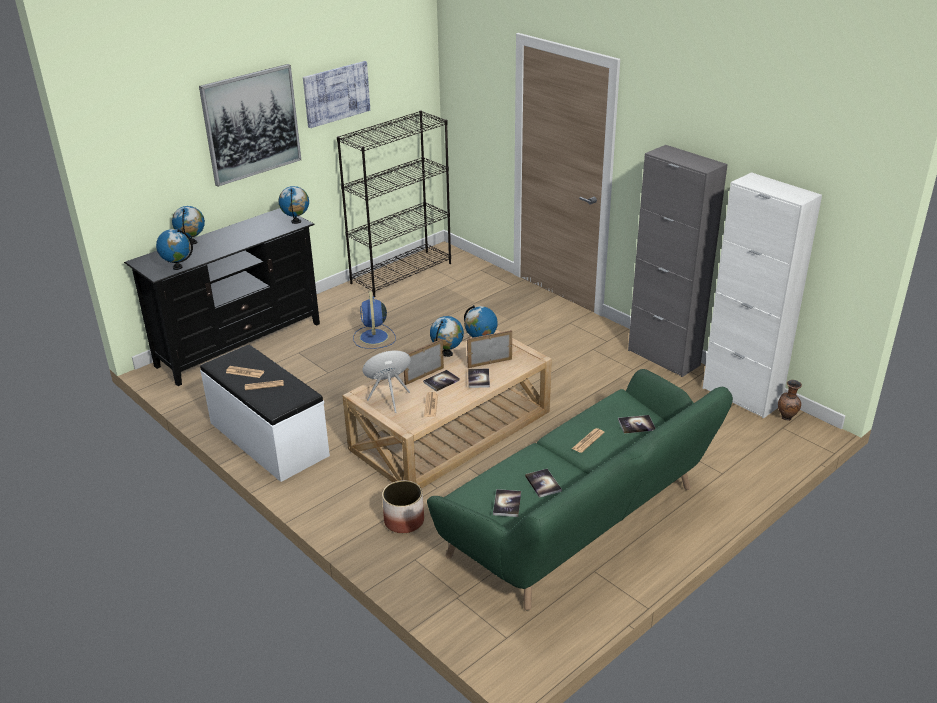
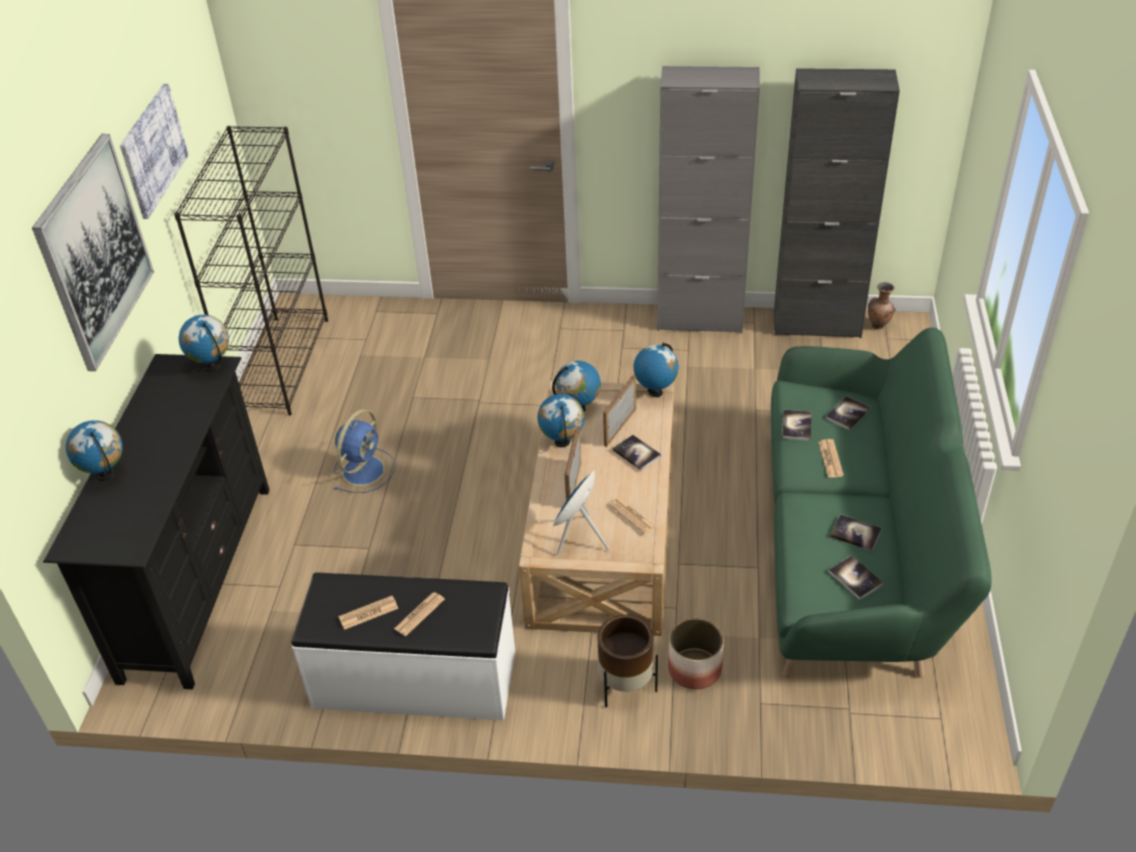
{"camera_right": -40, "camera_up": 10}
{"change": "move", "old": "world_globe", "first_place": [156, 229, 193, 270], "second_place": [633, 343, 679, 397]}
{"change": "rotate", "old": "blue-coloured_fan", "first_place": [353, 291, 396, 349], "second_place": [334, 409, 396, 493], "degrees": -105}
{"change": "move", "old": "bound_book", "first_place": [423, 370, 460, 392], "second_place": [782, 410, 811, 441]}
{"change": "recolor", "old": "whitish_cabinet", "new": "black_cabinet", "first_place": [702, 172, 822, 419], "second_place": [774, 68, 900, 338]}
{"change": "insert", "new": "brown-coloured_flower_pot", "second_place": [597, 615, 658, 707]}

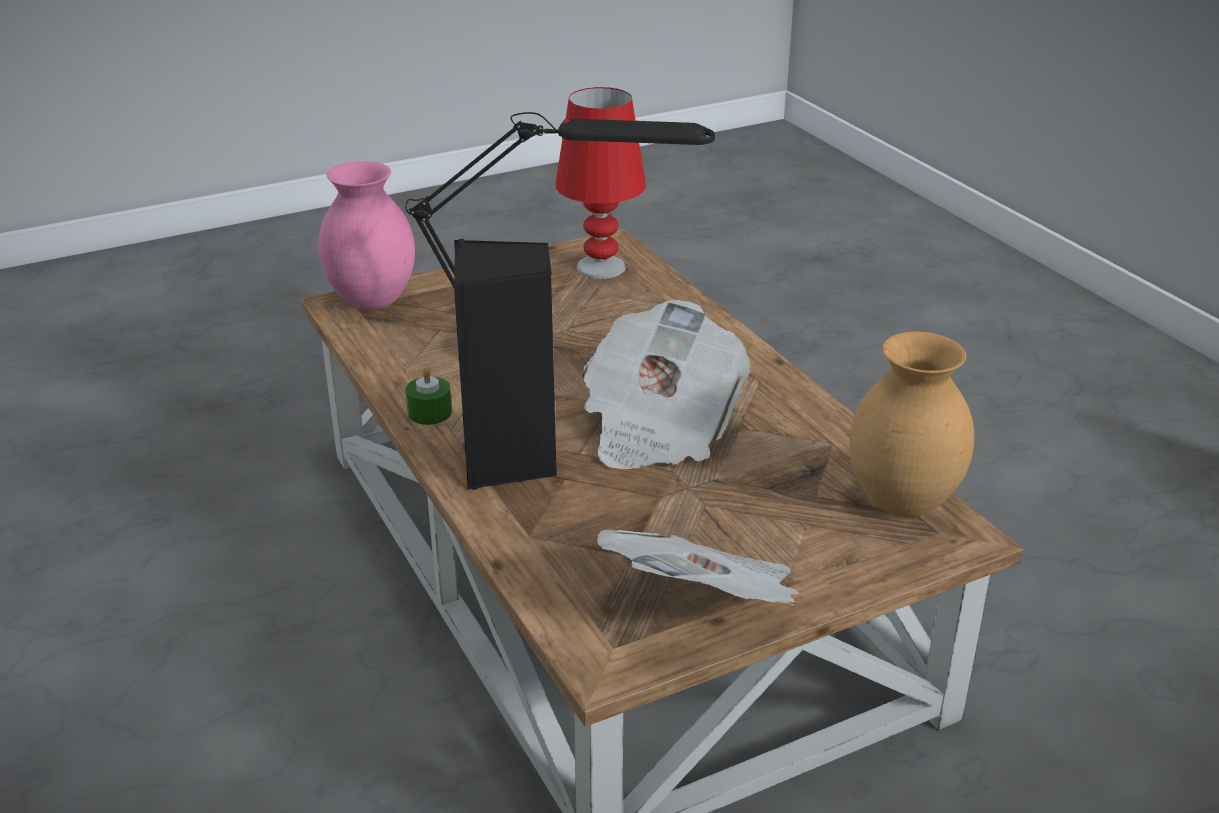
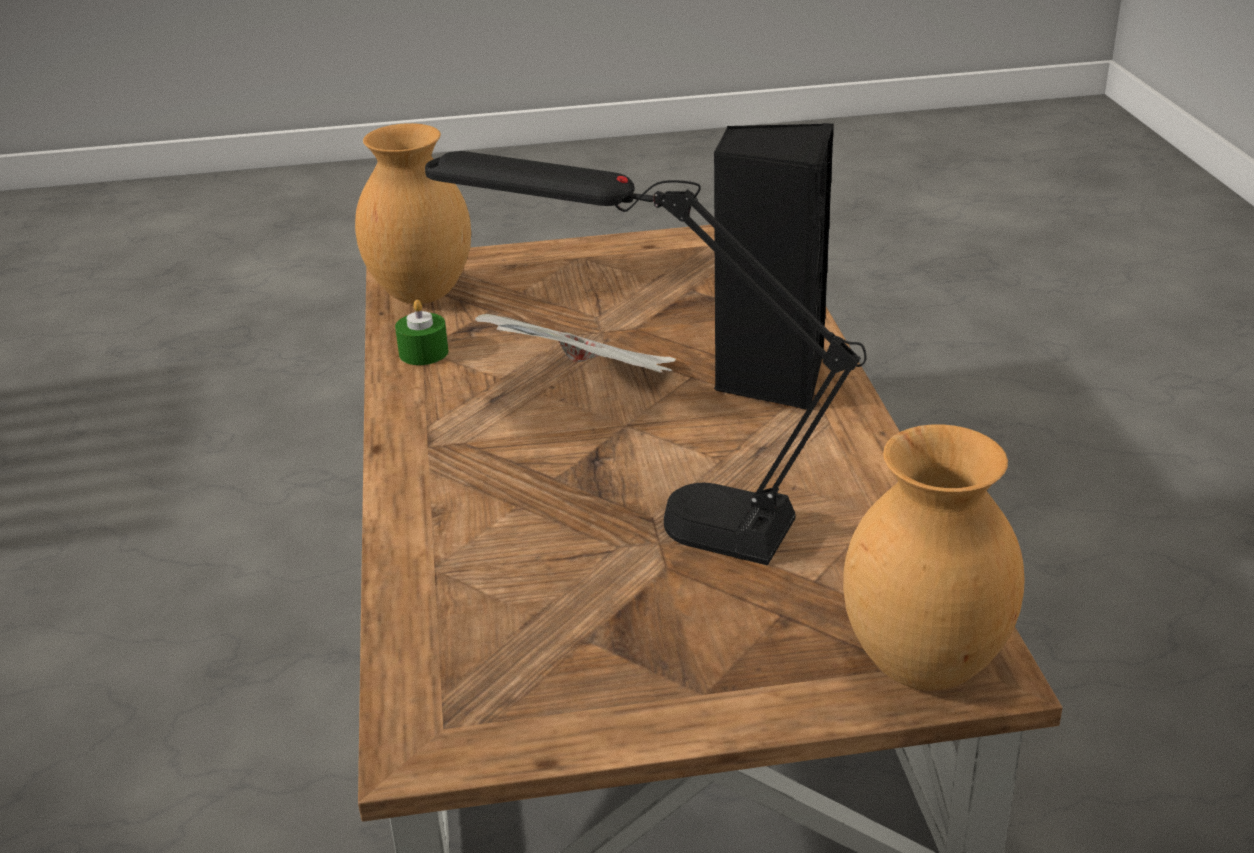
{"camera_right": -160, "camera_up": 0}
{"change": "recolor", "old": "pink_decorative_vase", "new": "brown-coloured_decorative_vase", "first_place": [318, 161, 415, 310], "second_place": [843, 424, 1025, 691]}
{"change": "move", "old": "green-coloured_wax_candle", "first_place": [406, 367, 452, 425], "second_place": [395, 300, 449, 365]}
{"change": "delete", "old": "reddish_tabletop_lamp", "first_place": [555, 87, 646, 279]}
{"change": "delete", "old": "daily_paper", "first_place": [597, 530, 799, 605]}

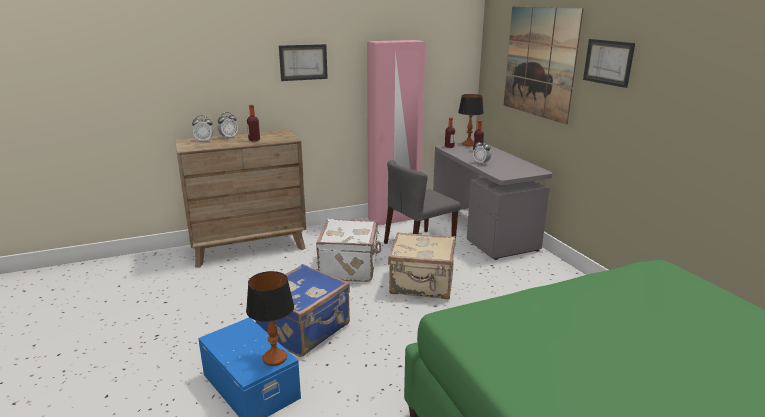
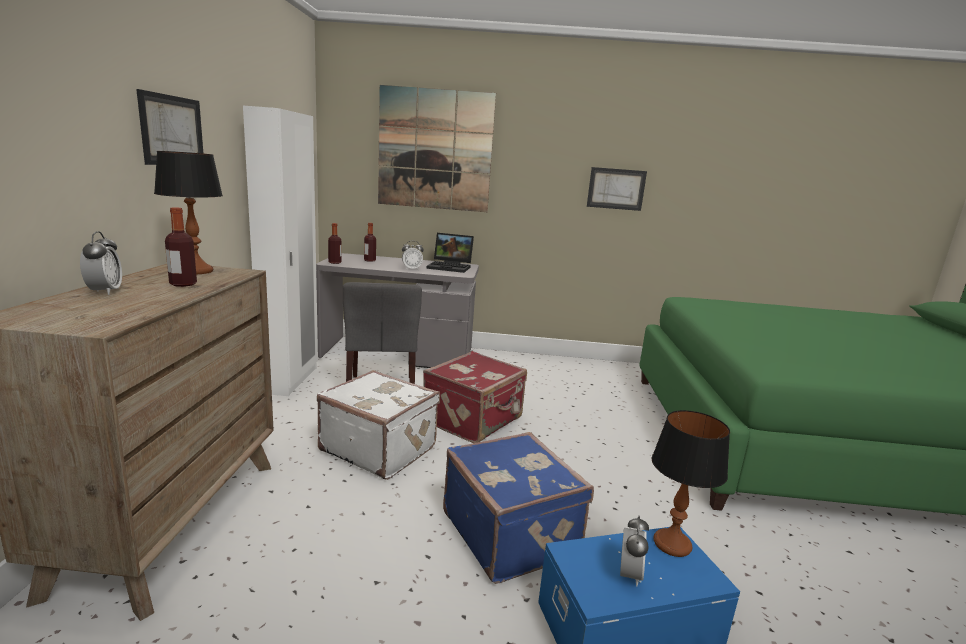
{"camera_right": -65, "camera_up": -5}
{"change": "move", "old": "bedside_clock", "first_place": [192, 115, 213, 142], "second_place": [620, 516, 649, 586]}
{"change": "recolor", "old": "pink_armoire", "new": "whitish_armoire", "first_place": [367, 40, 425, 225], "second_place": [243, 106, 318, 396]}
{"change": "recolor", "old": "beige-coloured_suitcase", "new": "reddish_suitcase", "first_place": [388, 232, 455, 299], "second_place": [423, 351, 527, 443]}
{"change": "move", "old": "tabletop_lamp", "first_place": [458, 94, 484, 146], "second_place": [154, 151, 223, 274]}
{"change": "move", "old": "wall_art", "first_place": [583, 39, 635, 88], "second_place": [587, 167, 647, 211]}
{"change": "insert", "new": "notebook_computer", "second_place": [427, 233, 474, 273]}

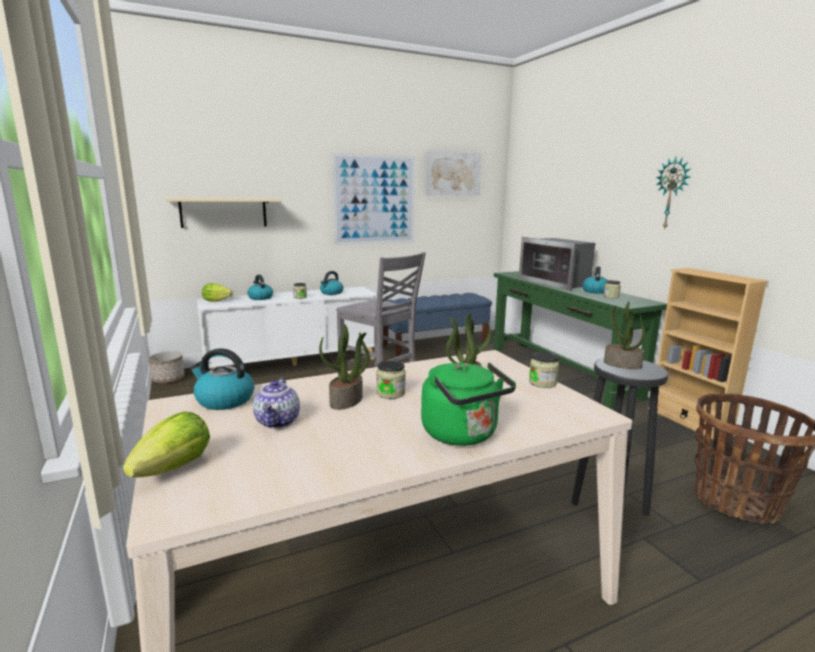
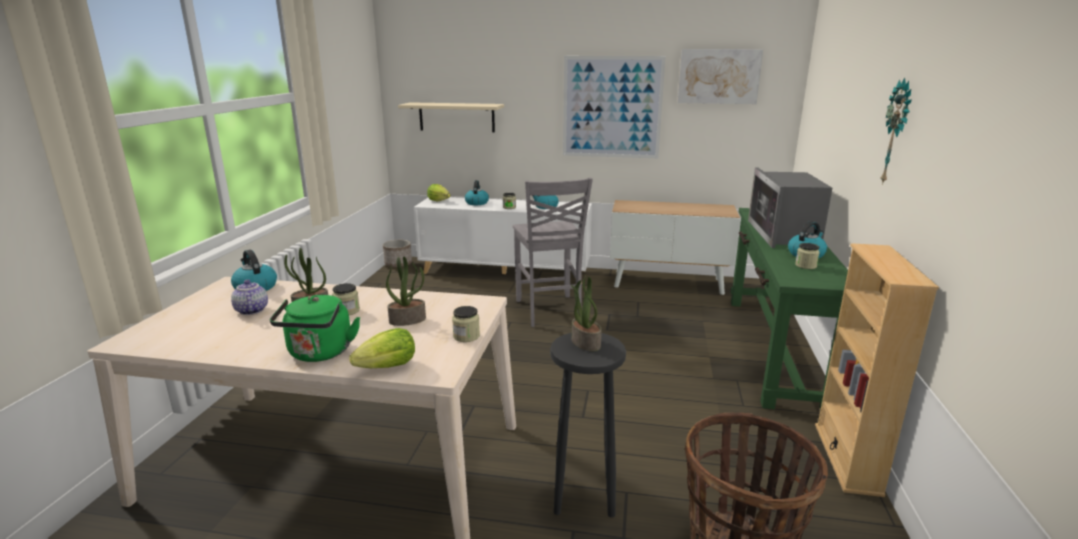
{"camera_right": 35, "camera_up": 5}
{"change": "move", "old": "lettuce", "first_place": [123, 411, 210, 478], "second_place": [349, 328, 415, 368]}
{"change": "rotate", "old": "teapot", "first_place": [253, 377, 300, 429], "second_place": [231, 279, 268, 315], "degrees": 120}
{"change": "replace", "old": "blue-coloured_long_seat", "new": "cabinet", "first_place": [383, 293, 492, 357], "second_place": [610, 200, 740, 295]}

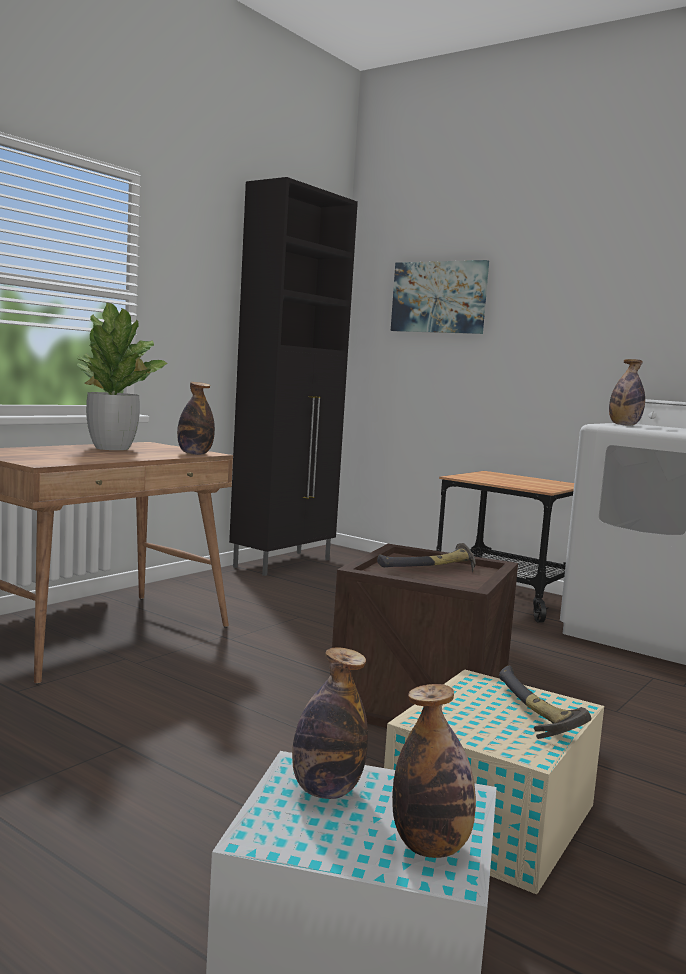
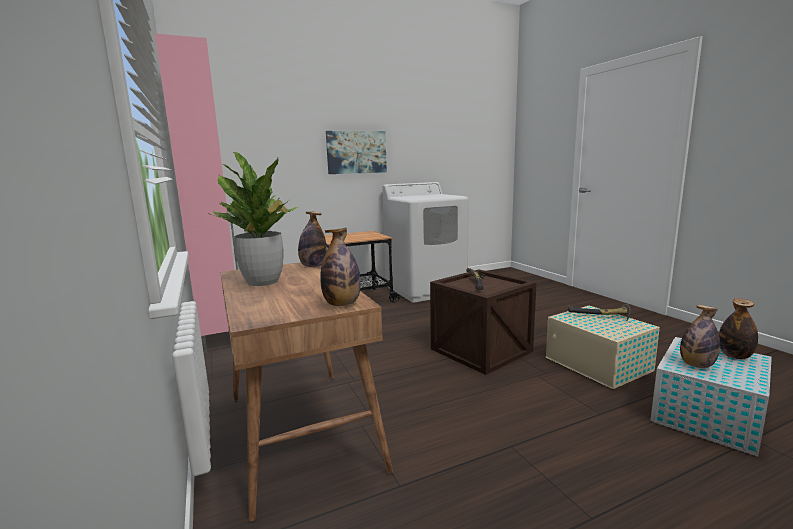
{"camera_right": -60, "camera_up": 5}
{"change": "recolor", "old": "black_cabinet", "new": "pink_cabinet", "first_place": [229, 177, 358, 576], "second_place": [155, 34, 238, 353]}
{"change": "move", "old": "wall_art", "first_place": [391, 260, 489, 334], "second_place": [326, 131, 387, 174]}
{"change": "move", "old": "beverage_bottle", "first_place": [609, 359, 645, 426], "second_place": [320, 228, 361, 306]}

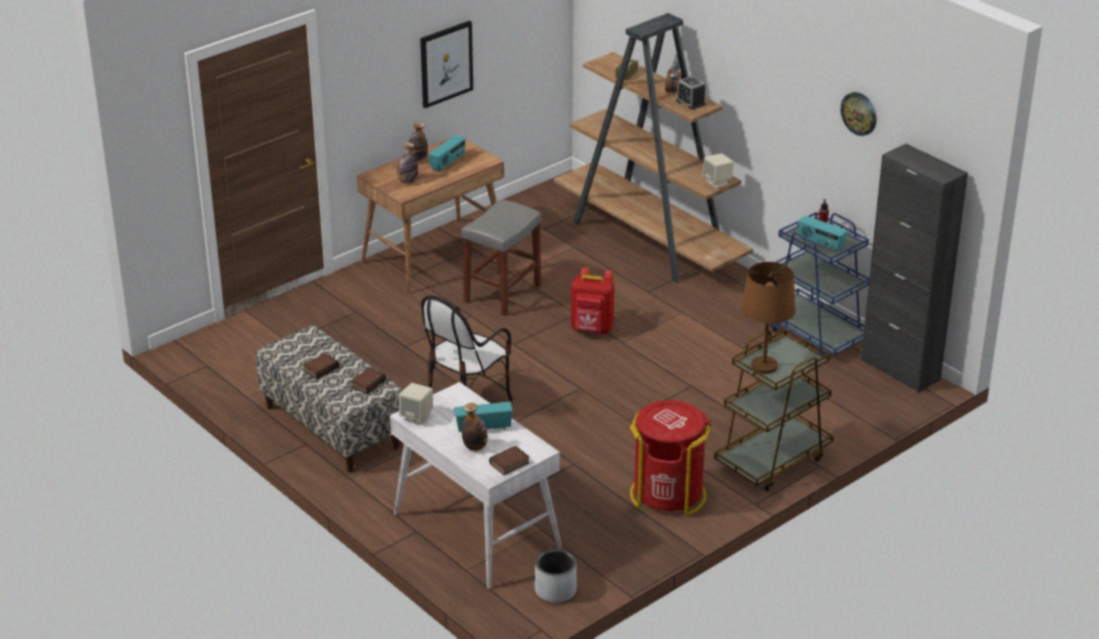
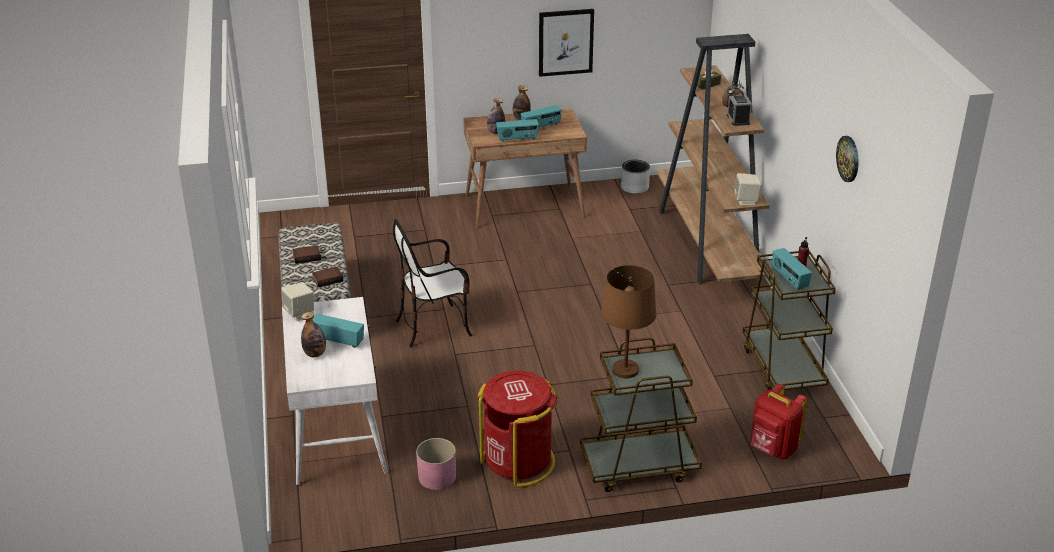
{"camera_right": 30, "camera_up": 0}
{"change": "delete", "old": "grey_stool", "first_place": [461, 199, 541, 316]}
{"change": "delete", "old": "bound_book", "first_place": [489, 446, 530, 475]}
{"change": "move", "old": "grey_flower_pot", "first_place": [535, 549, 577, 603], "second_place": [621, 160, 650, 194]}
{"change": "move", "old": "reddish_backpack", "first_place": [571, 267, 615, 334], "second_place": [751, 384, 807, 460]}
{"change": "recolor", "old": "blue-coloured_trolley", "new": "brown-coloured_trolley", "first_place": [770, 212, 869, 356], "second_place": [743, 250, 836, 390]}
{"change": "delete", "old": "black_cabinet", "first_place": [861, 144, 968, 393]}
{"change": "insert", "new": "pink_flower_pot", "second_place": [416, 438, 456, 490]}
{"change": "insert", "new": "radio_set", "second_place": [496, 119, 539, 142]}

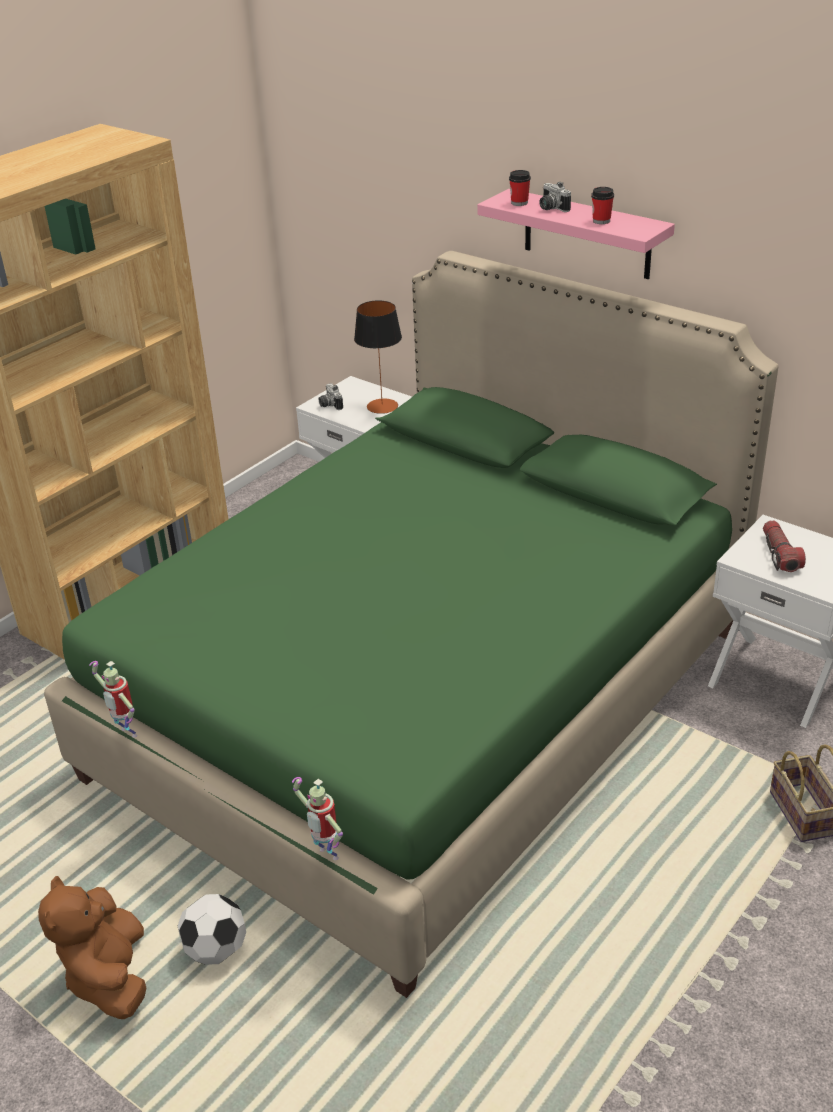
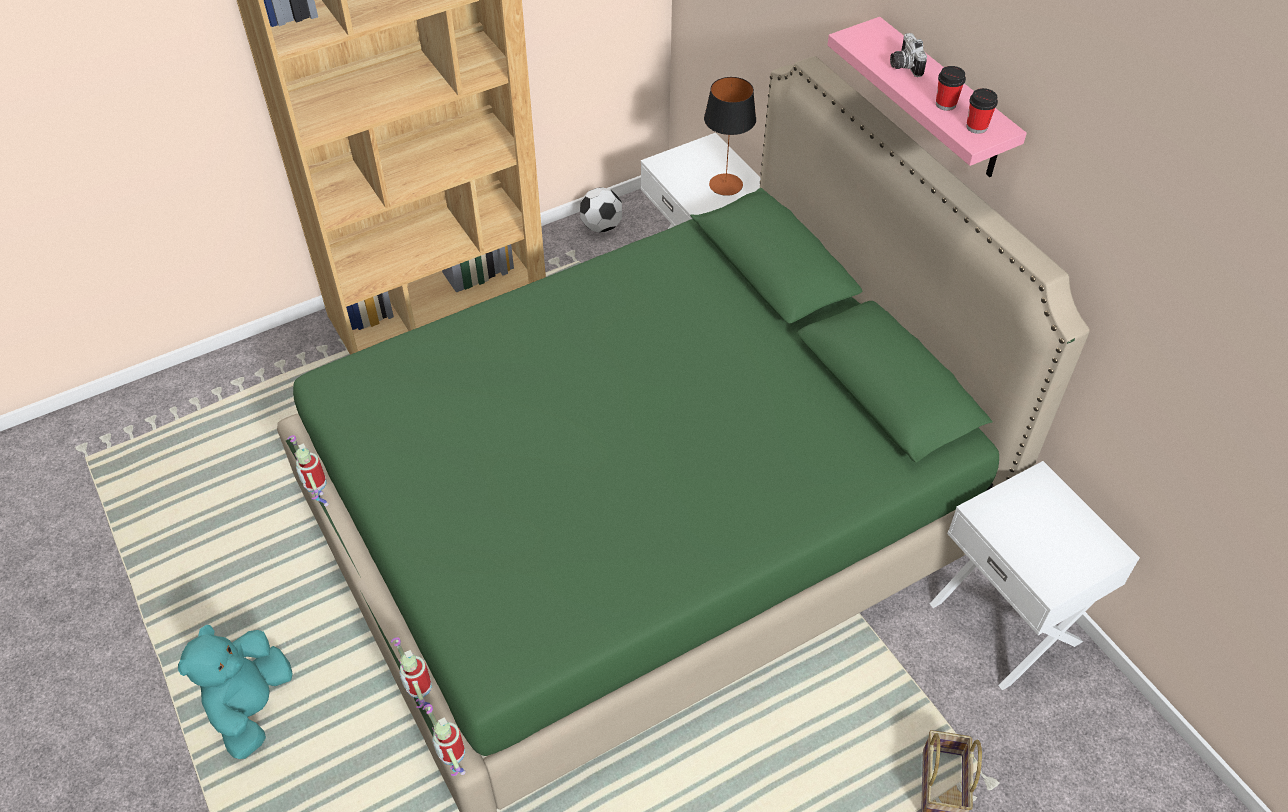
{"camera_right": 20, "camera_up": 15}
{"change": "recolor", "old": "brown-coloured_cuddly_toy", "new": "turquoise_cuddly_toy", "first_place": [38, 876, 146, 1019], "second_place": [178, 625, 292, 759]}
{"change": "move", "old": "football_ball", "first_place": [178, 894, 246, 965], "second_place": [580, 187, 622, 233]}
{"change": "delete", "old": "photo_camera", "first_place": [319, 383, 343, 410]}
{"change": "move", "old": "small_cup", "first_place": [509, 170, 531, 206], "second_place": [966, 88, 998, 134]}
{"change": "delete", "old": "hand_torch", "first_place": [763, 520, 806, 572]}
{"change": "insert", "new": "model_robot", "second_place": [423, 704, 466, 776]}

